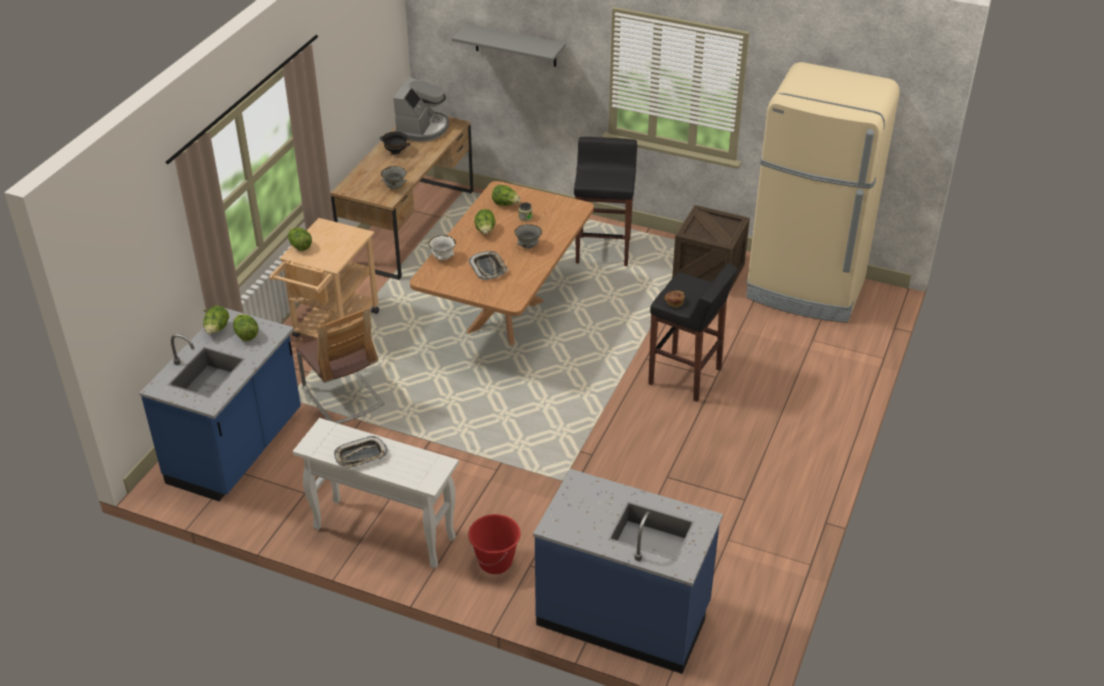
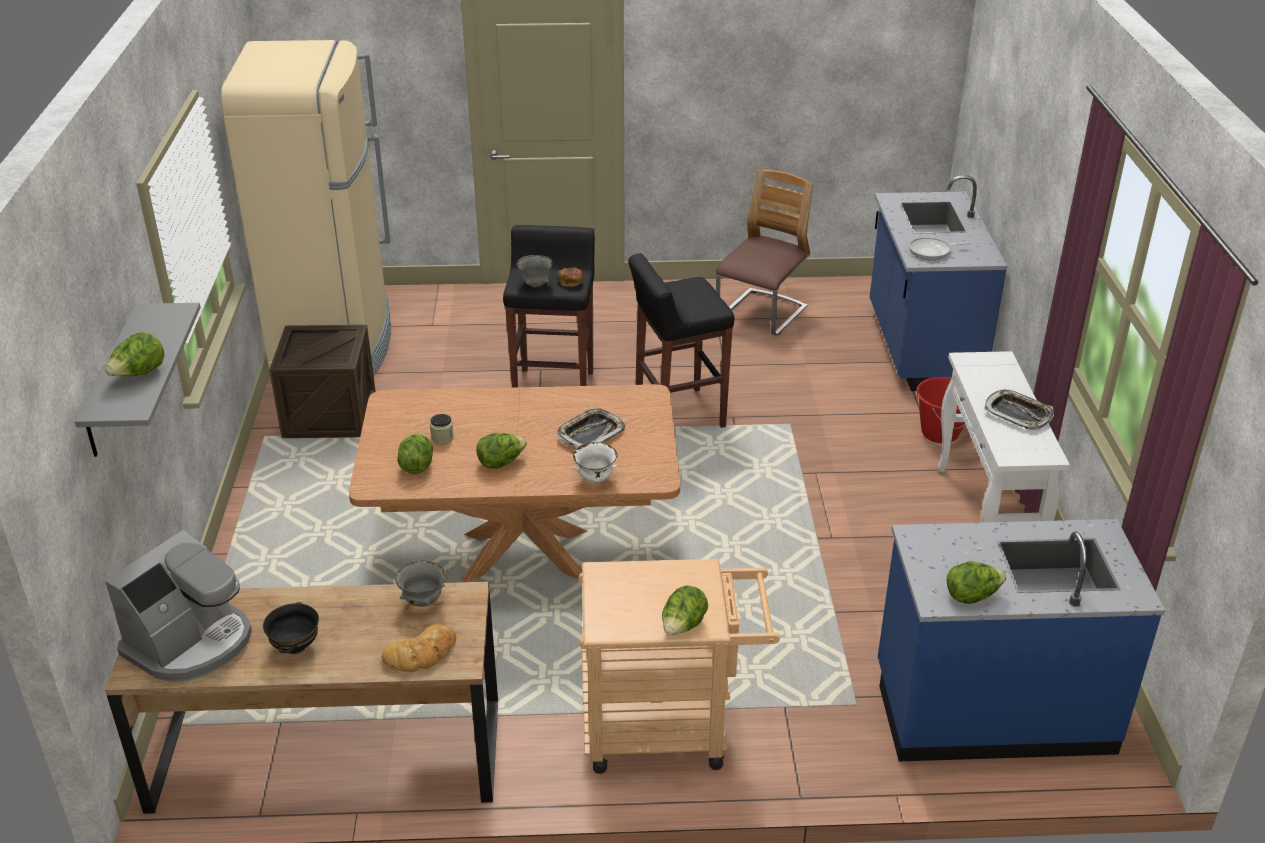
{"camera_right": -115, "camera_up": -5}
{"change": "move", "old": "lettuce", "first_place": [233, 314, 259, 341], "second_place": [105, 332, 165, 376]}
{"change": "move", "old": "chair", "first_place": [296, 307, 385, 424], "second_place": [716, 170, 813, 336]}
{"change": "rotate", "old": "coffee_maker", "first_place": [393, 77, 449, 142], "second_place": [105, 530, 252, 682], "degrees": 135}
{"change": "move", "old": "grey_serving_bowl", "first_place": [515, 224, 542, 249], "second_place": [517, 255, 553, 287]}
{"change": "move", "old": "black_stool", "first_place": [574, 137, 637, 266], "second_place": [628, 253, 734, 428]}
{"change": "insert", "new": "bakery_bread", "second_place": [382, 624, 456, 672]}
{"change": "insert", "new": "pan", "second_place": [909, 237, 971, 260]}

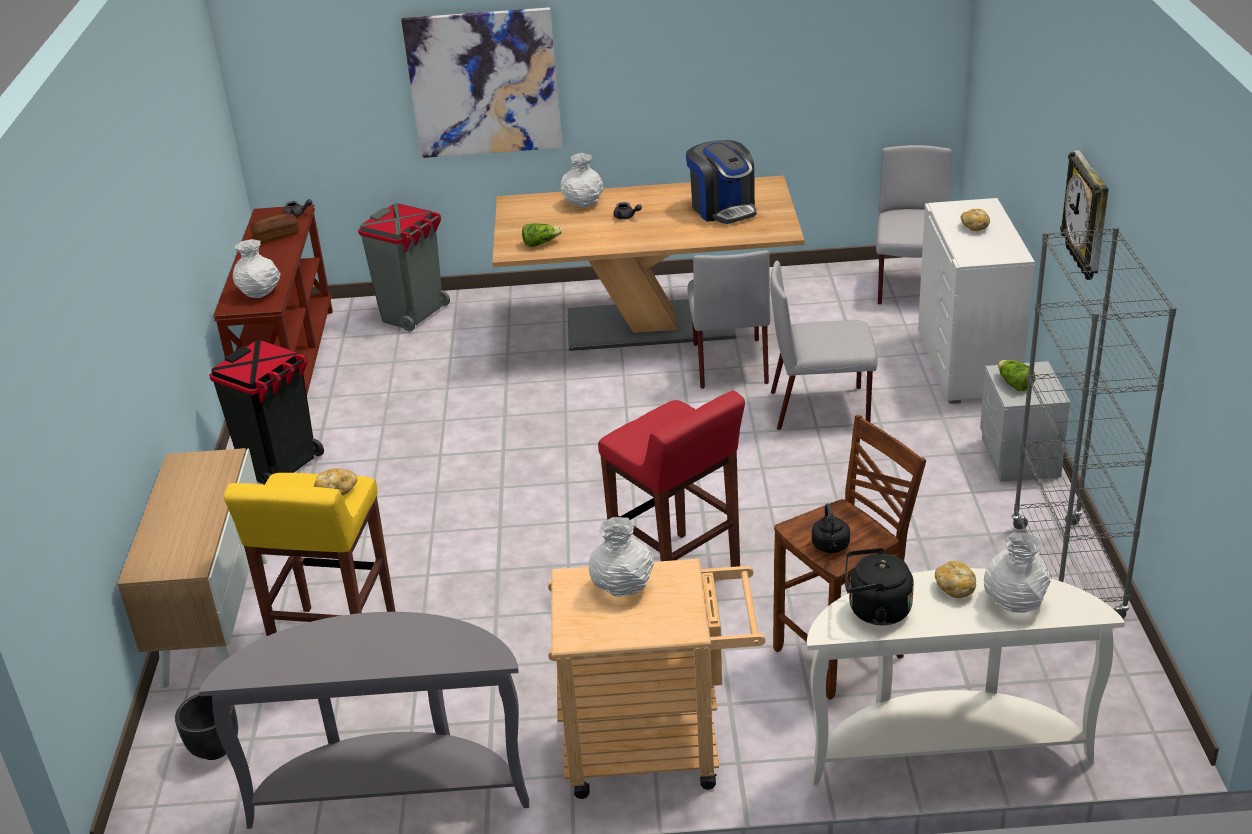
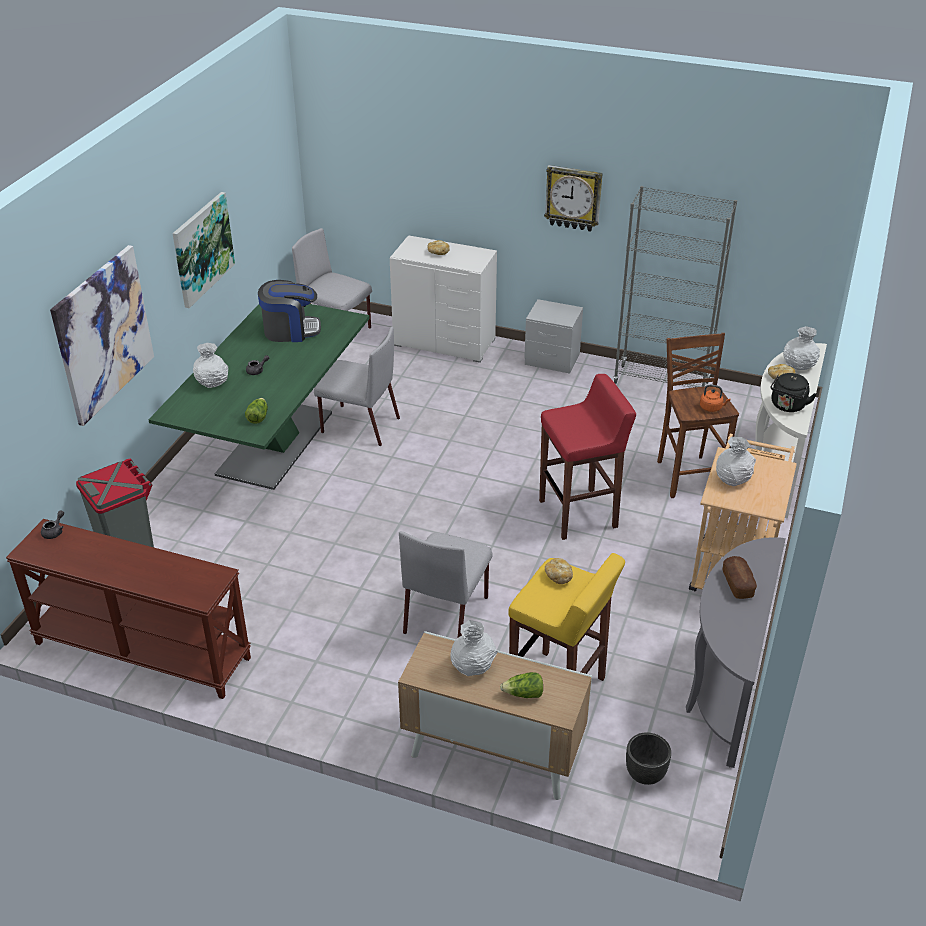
{"camera_right": -70, "camera_up": 5}
{"change": "delete", "old": "black_waste_bin", "first_place": [209, 340, 324, 485]}
{"change": "move", "old": "whitish_decorative_vase", "first_place": [233, 239, 281, 298], "second_place": [450, 620, 498, 676]}
{"change": "move", "old": "bakery_bread", "first_place": [250, 213, 299, 243], "second_place": [723, 556, 757, 599]}
{"change": "recolor", "old": "beige-coloured_dining_table", "new": "green-coloured_dining_table", "first_place": [492, 176, 805, 351], "second_place": [148, 304, 370, 490]}
{"change": "move", "old": "grey_chair", "first_place": [770, 261, 878, 430], "second_place": [399, 531, 493, 638]}
{"change": "recolor", "old": "black_water_kettle", "new": "orange-coloured_water_kettle", "first_place": [812, 503, 850, 553], "second_place": [700, 385, 730, 412]}
{"change": "move", "old": "lettuce", "first_place": [998, 360, 1036, 391], "second_place": [500, 672, 543, 698]}
{"change": "insert", "new": "wall_art", "second_place": [173, 192, 235, 308]}

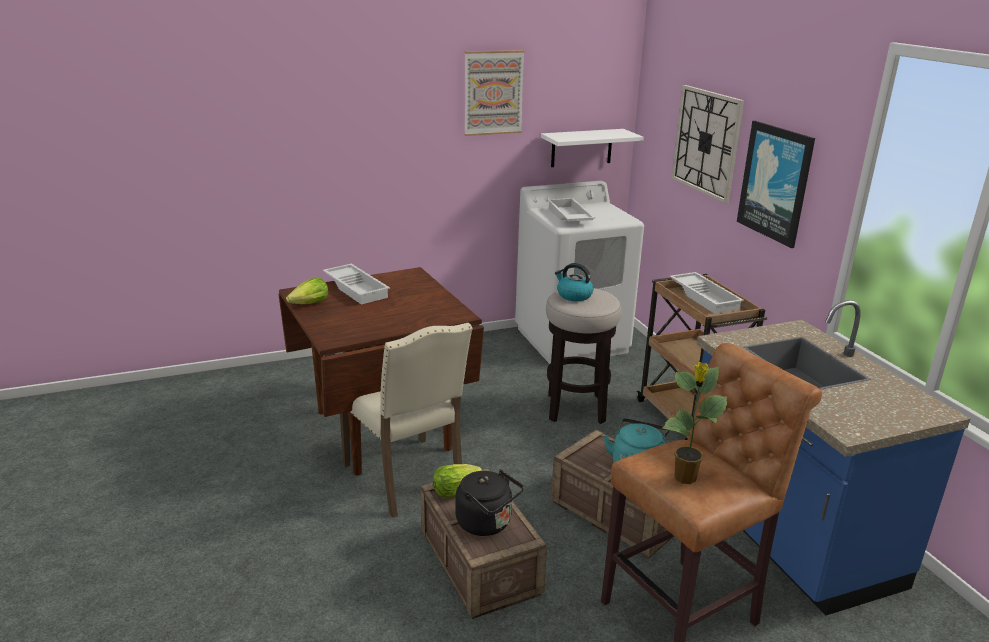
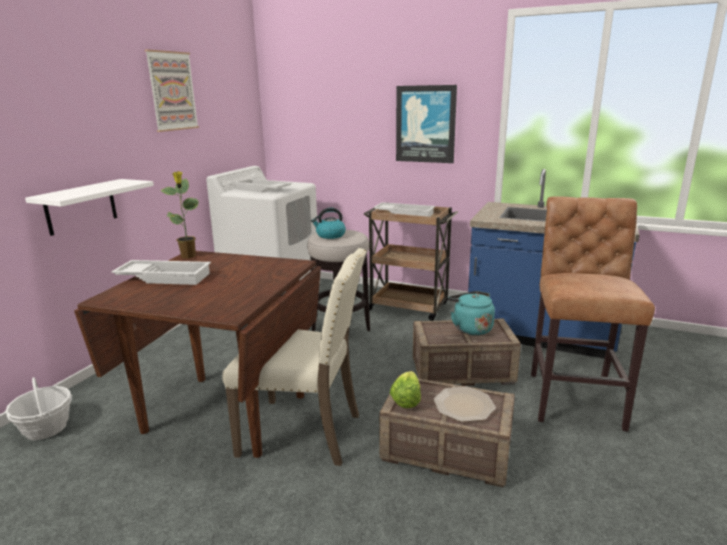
{"camera_right": -45, "camera_up": -5}
{"change": "delete", "old": "lettuce", "first_place": [286, 277, 328, 304]}
{"change": "replace", "old": "black_water_kettle", "new": "plate", "first_place": [455, 470, 524, 536], "second_place": [434, 387, 495, 422]}
{"change": "move", "old": "whitish_bracket_shelf", "first_place": [541, 129, 643, 167], "second_place": [25, 179, 154, 236]}
{"change": "move", "old": "plant_in_a_pot", "first_place": [662, 362, 728, 484], "second_place": [160, 171, 199, 259]}
{"change": "delete", "old": "wall_clock", "first_place": [671, 85, 744, 204]}
{"change": "insert", "new": "basket", "second_place": [5, 377, 72, 440]}

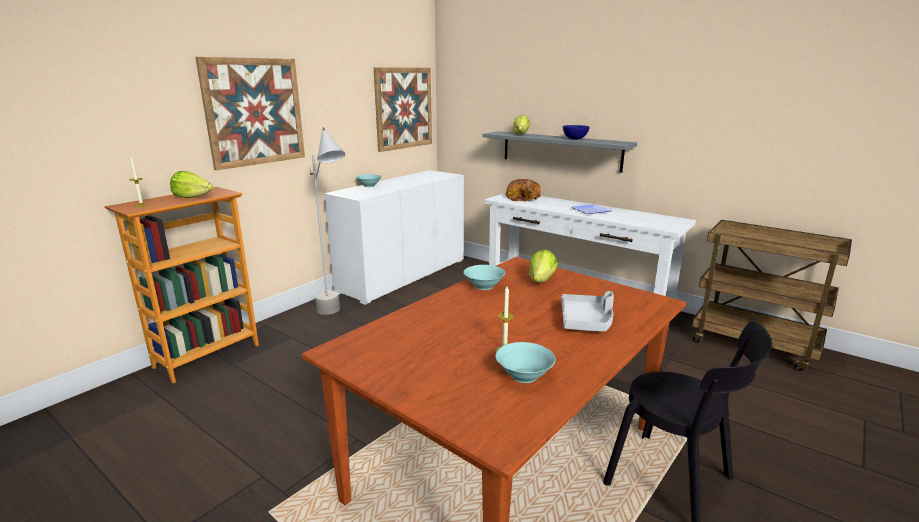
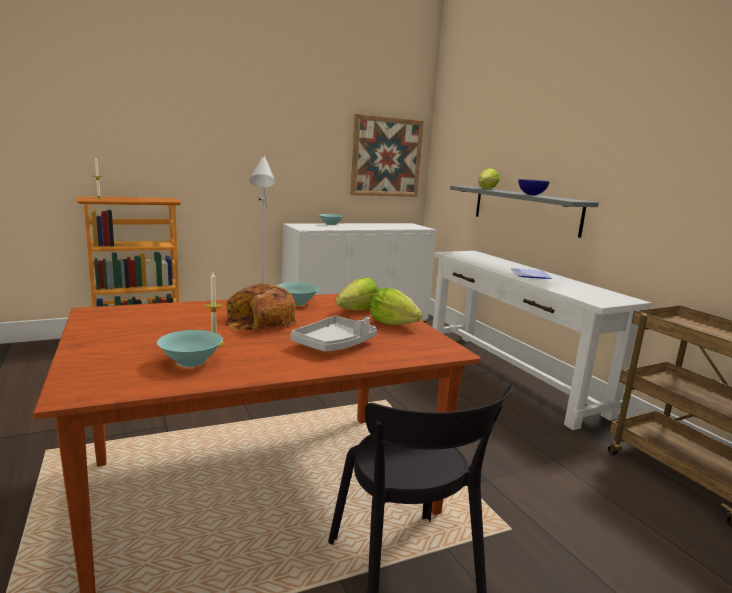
{"camera_right": 25, "camera_up": -5}
{"change": "move", "old": "lettuce", "first_place": [170, 171, 213, 198], "second_place": [370, 288, 423, 325]}
{"change": "delete", "old": "wall_art", "first_place": [195, 57, 305, 170]}
{"change": "move", "old": "bakery_bread", "first_place": [505, 179, 541, 202], "second_place": [225, 284, 297, 330]}

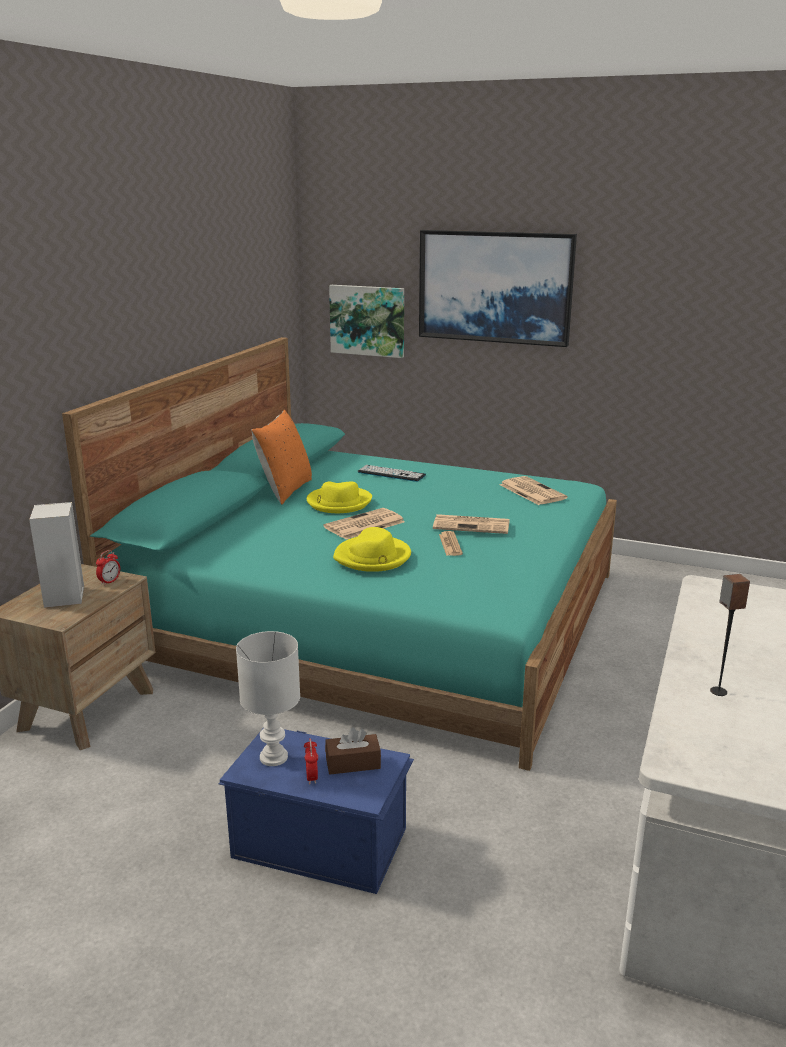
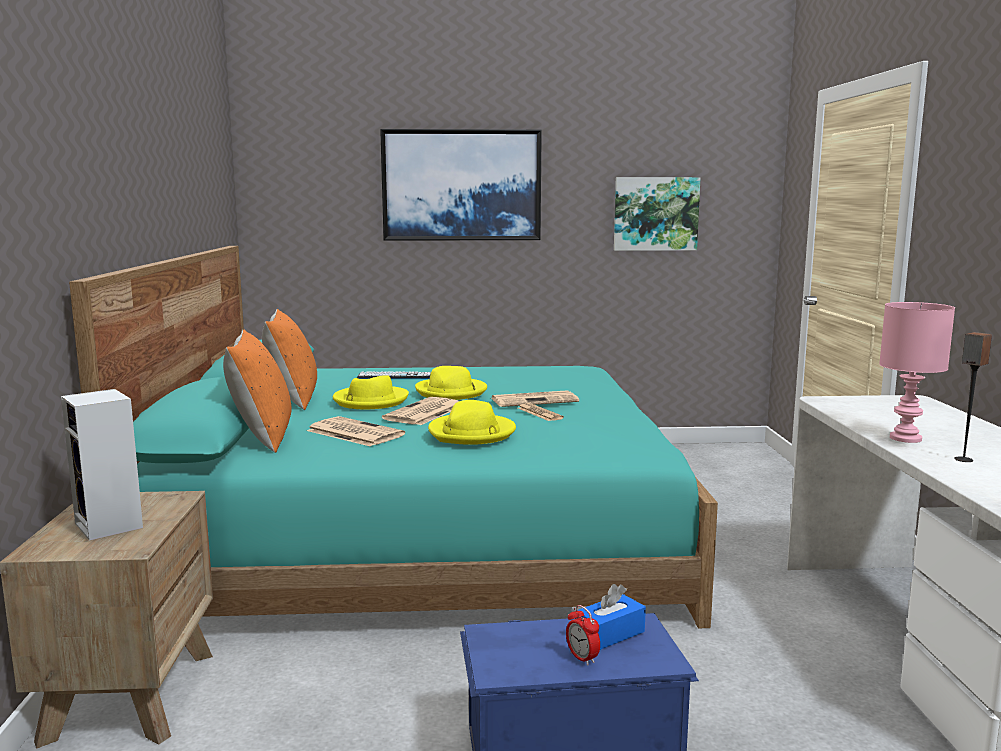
{"camera_right": -25, "camera_up": -10}
{"change": "delete", "old": "bedside_clock", "first_place": [96, 550, 120, 586]}
{"change": "delete", "old": "whitish_tabletop_lamp", "first_place": [236, 631, 300, 766]}
{"change": "recolor", "old": "brown-coloured_box_of_tissues", "new": "blue-coloured_box_of_tissues", "first_place": [325, 727, 381, 775], "second_place": [578, 584, 646, 650]}
{"change": "move", "old": "wall_art", "first_place": [329, 285, 404, 358], "second_place": [614, 177, 700, 251]}
{"change": "move", "old": "daily_paper", "first_place": [500, 476, 567, 505], "second_place": [307, 416, 405, 447]}
{"change": "insert", "new": "orange-coloured_cushion", "second_place": [223, 329, 291, 453]}
{"change": "insert", "new": "yellow_hat", "second_place": [415, 366, 487, 400]}
{"change": "insert", "new": "pink_tabletop_lamp", "second_place": [879, 302, 955, 443]}

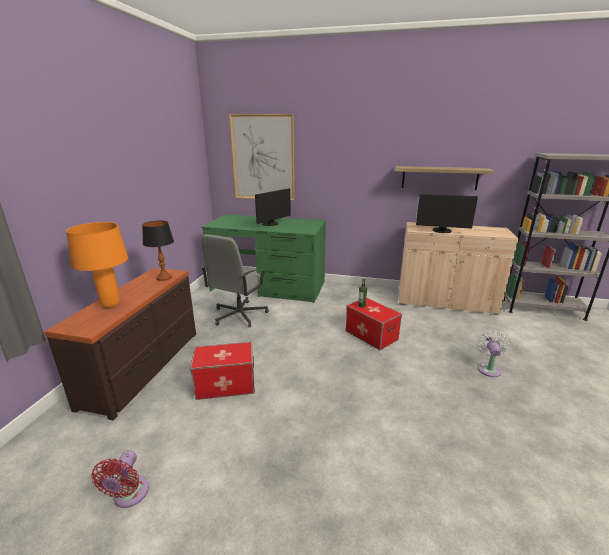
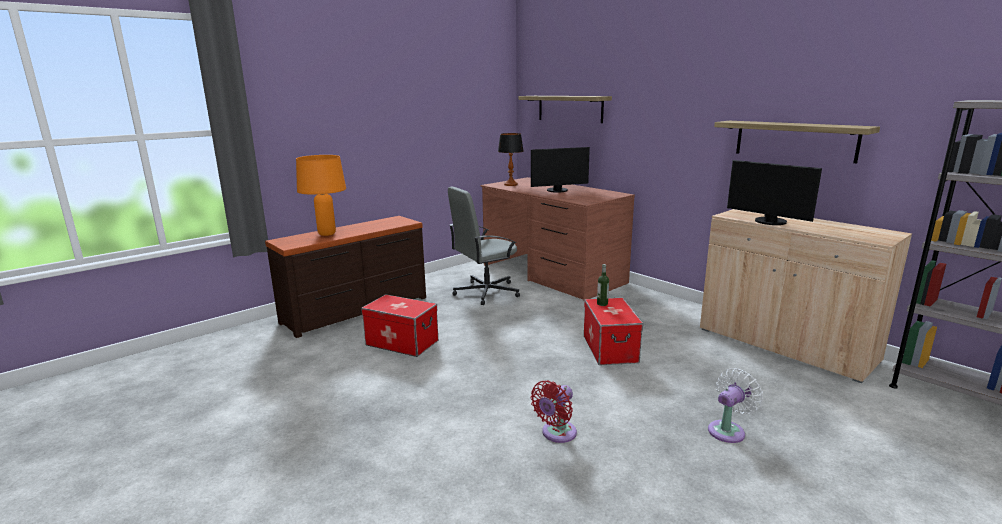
{"camera_right": 35, "camera_up": -5}
{"change": "move", "old": "reddish_fan", "first_place": [91, 450, 149, 508], "second_place": [531, 380, 577, 443]}
{"change": "move", "old": "tabletop_lamp", "first_place": [142, 221, 174, 281], "second_place": [498, 133, 524, 186]}
{"change": "recolor", "old": "green-coloured_desk_table", "new": "brown-coloured_desk_table", "first_place": [201, 214, 326, 303], "second_place": [480, 177, 635, 301]}
{"change": "replace", "old": "wall_art", "new": "bracket_shelf", "first_place": [229, 114, 295, 201], "second_place": [519, 96, 612, 123]}

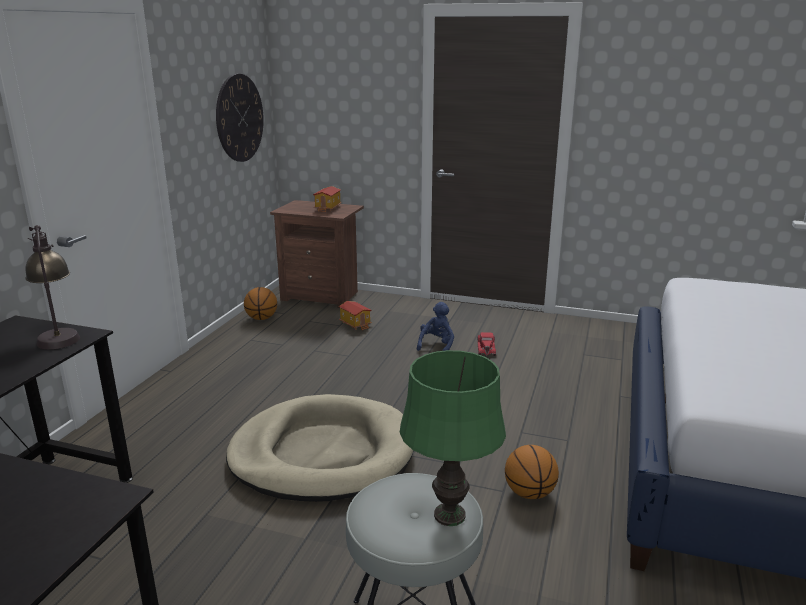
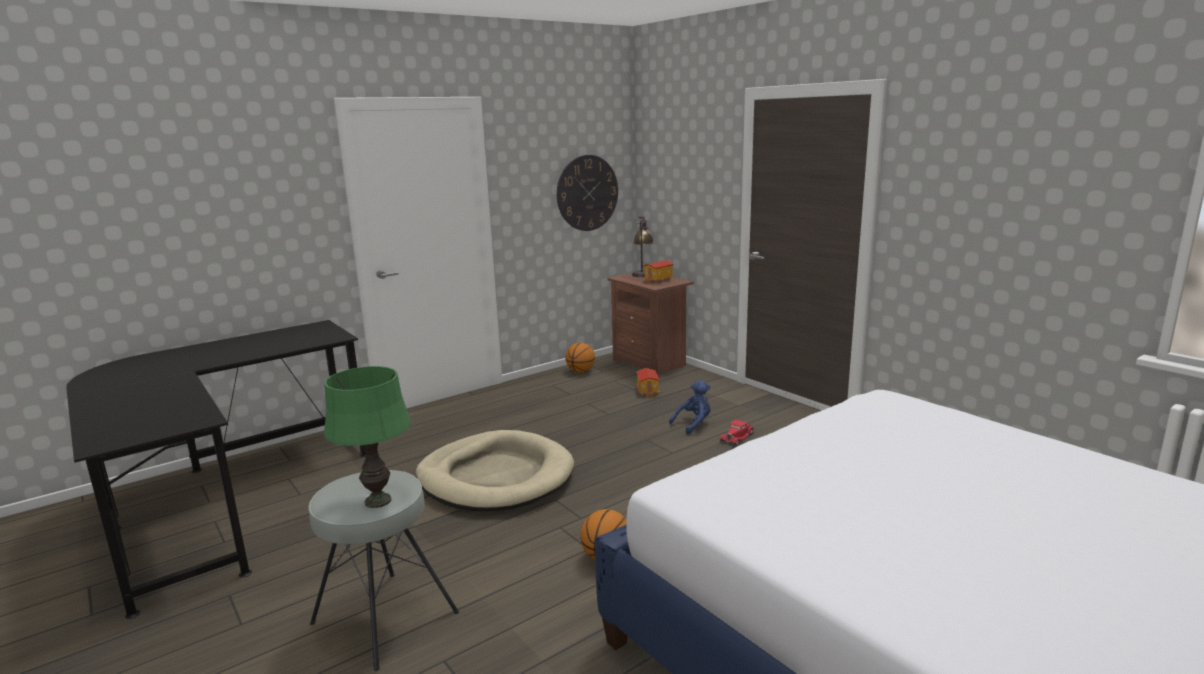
{"camera_right": 35, "camera_up": -5}
{"change": "move", "old": "tabletop_lamp", "first_place": [25, 225, 80, 350], "second_place": [632, 216, 654, 277]}

